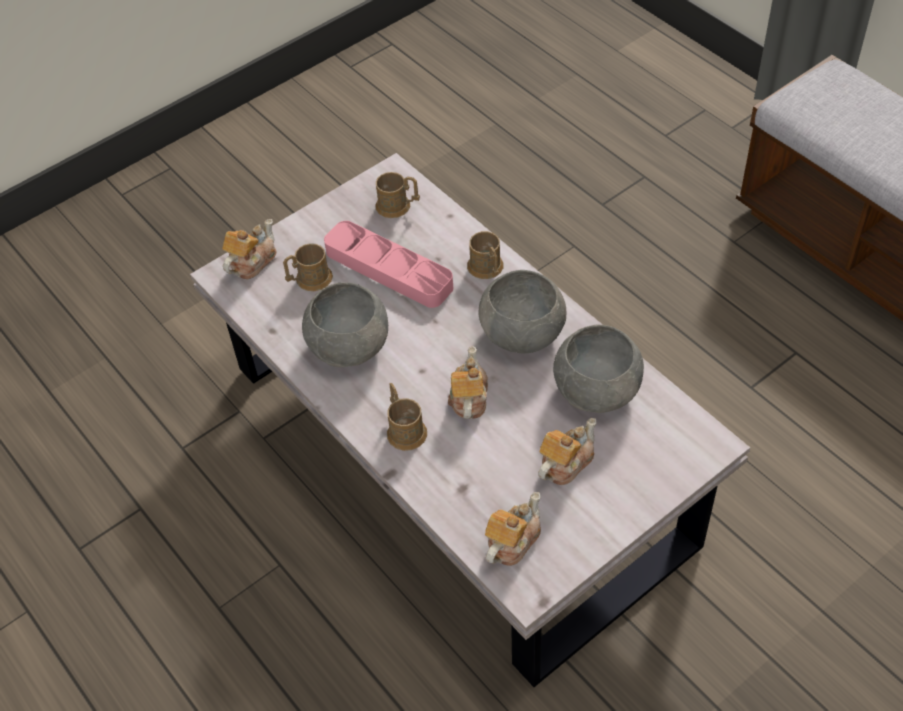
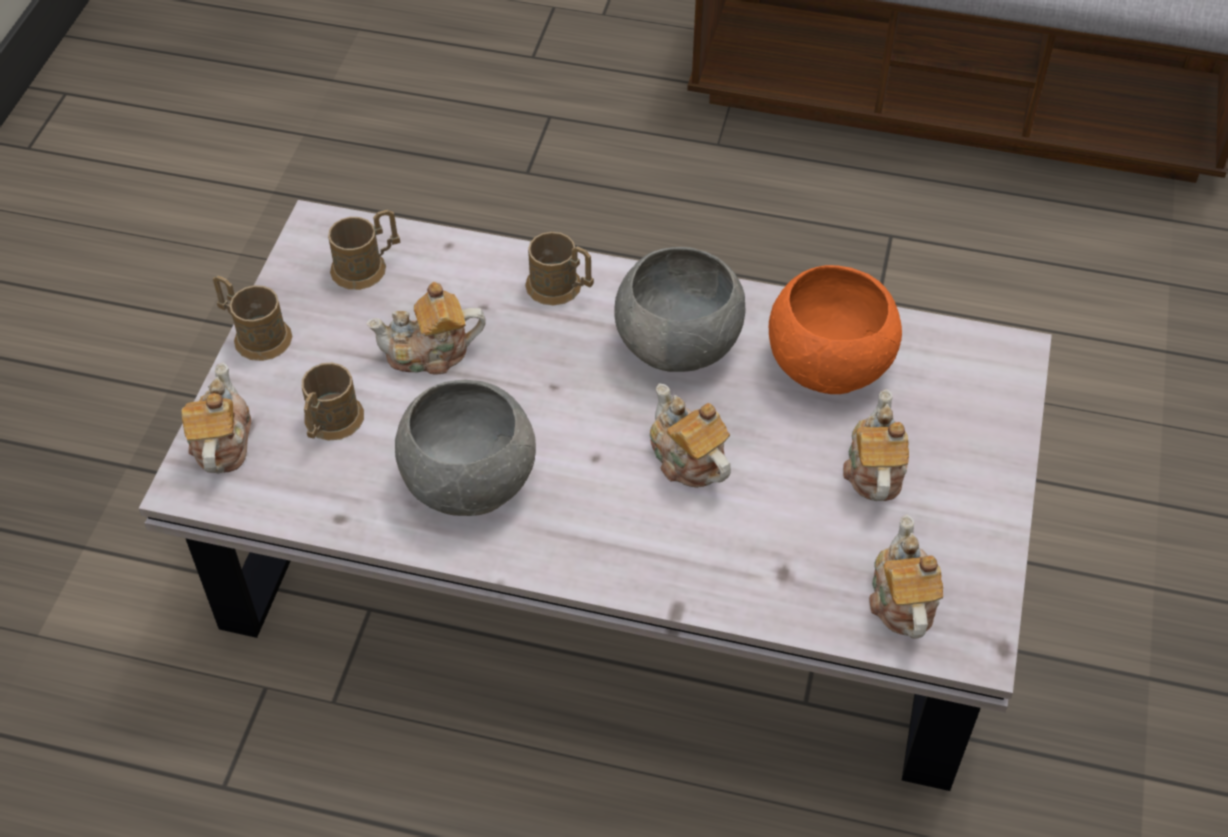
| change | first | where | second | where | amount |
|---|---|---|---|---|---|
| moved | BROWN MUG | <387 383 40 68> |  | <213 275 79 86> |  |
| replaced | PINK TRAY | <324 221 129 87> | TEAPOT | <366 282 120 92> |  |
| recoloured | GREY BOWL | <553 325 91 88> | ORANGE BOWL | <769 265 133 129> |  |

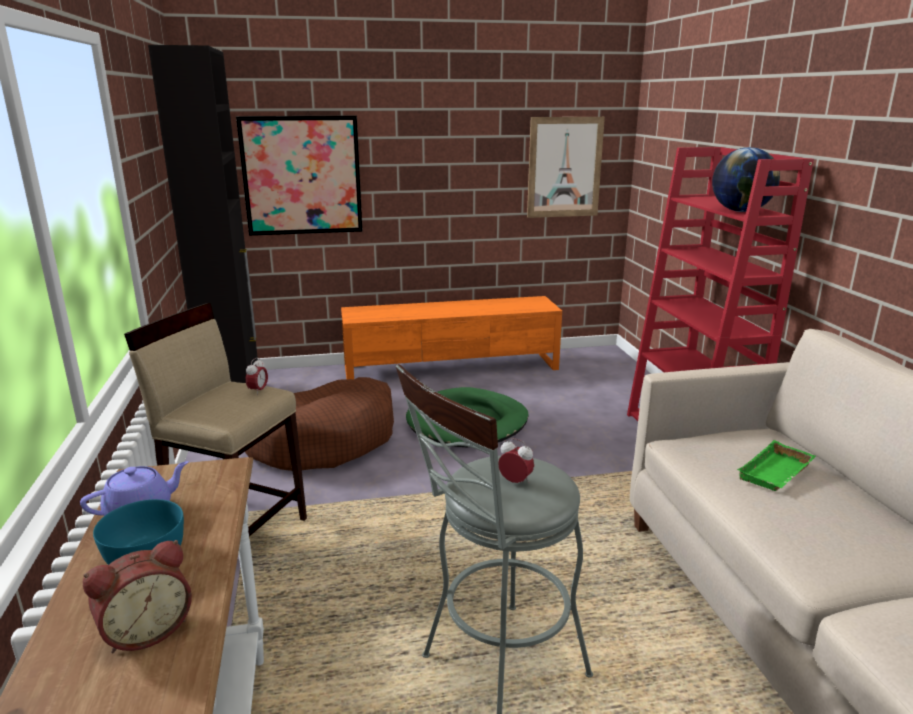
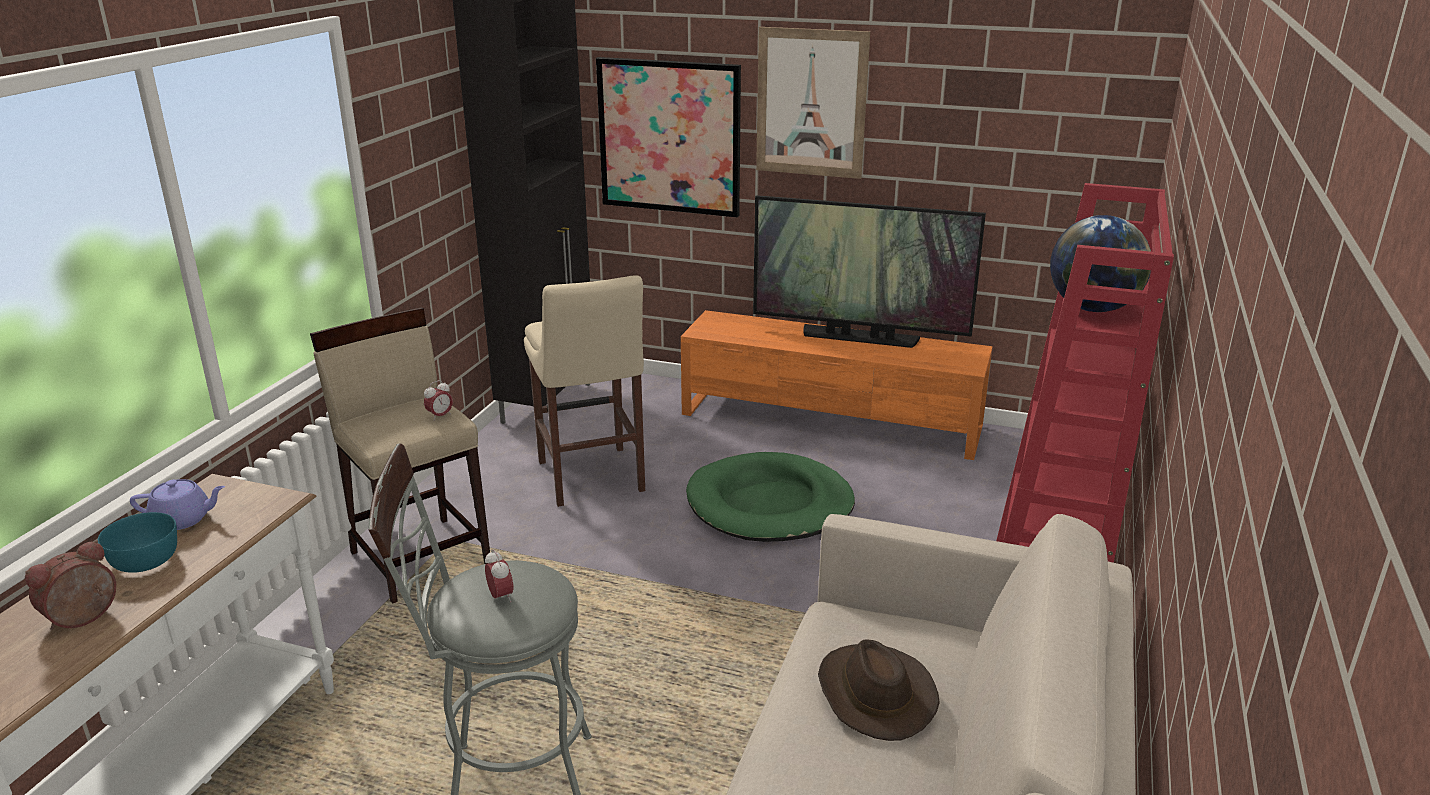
| change | first | where | second | where | amount |
|---|---|---|---|---|---|
| added |  |  | TELEVISION | <753 195 233 153> |  |
| moved | PICTURE | <527 117 78 101> |  | <756 27 114 152> |  |
| replaced | BROWN DOG BED | <245 377 149 94> | BEIGE STOOL | <524 275 121 232> |  |
| replaced | GREEN TRAY | <737 440 79 51> | BROWN HAT | <818 639 122 102> |  |
| turned | ALARM CLOCK | <82 540 110 113> |  | <25 540 92 90> | 135 degrees clockwise |

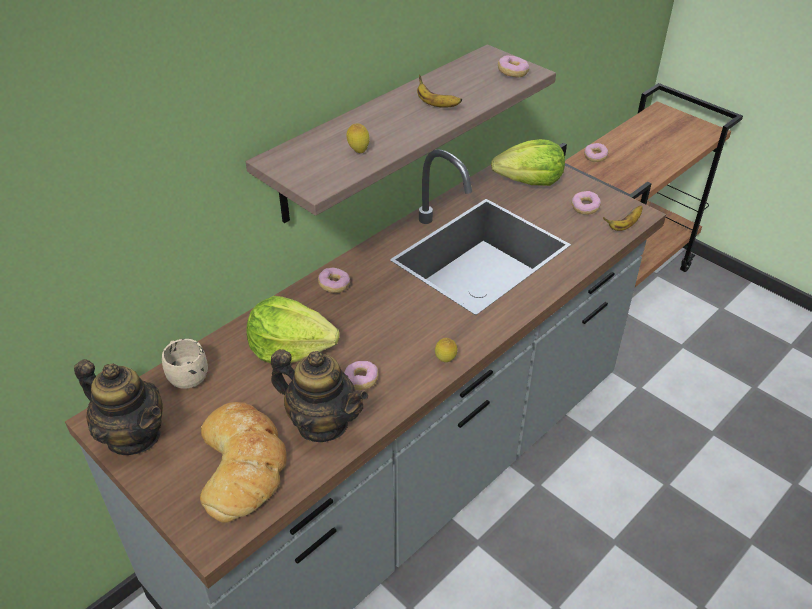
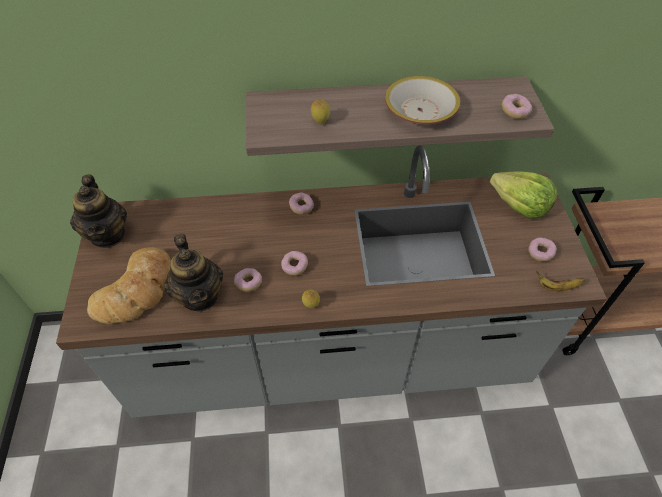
| change | first | where | second | where | amount |
|---|---|---|---|---|---|
| removed | BEIGE MUG | <162 339 46 50> |  |  |  |
| removed | LETTUCE | <246 296 94 67> |  |  |  |
| moved | DONUT | <584 143 24 19> |  | <281 251 27 25> |  |
| replaced | BANANA | <417 75 45 33> | BOWL | <385 76 75 48> |  |

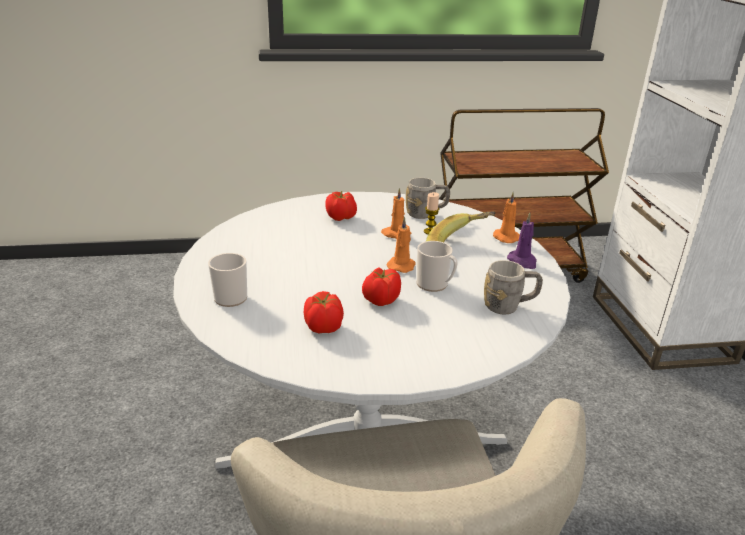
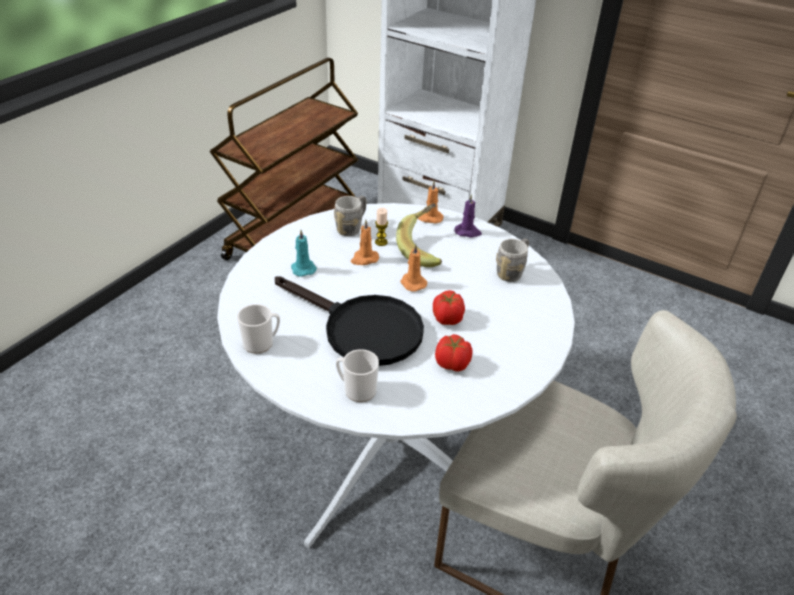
| change | first | where | second | where | amount |
|---|---|---|---|---|---|
| added |  |  | BLACK FRYING PAN | <275 277 149 89> |  |
| moved | MUG | <417 241 41 51> |  | <237 304 43 50> |  |
| replaced | TOMATO | <326 191 31 30> | TURQUOISE CANDLE | <291 230 26 47> |  |

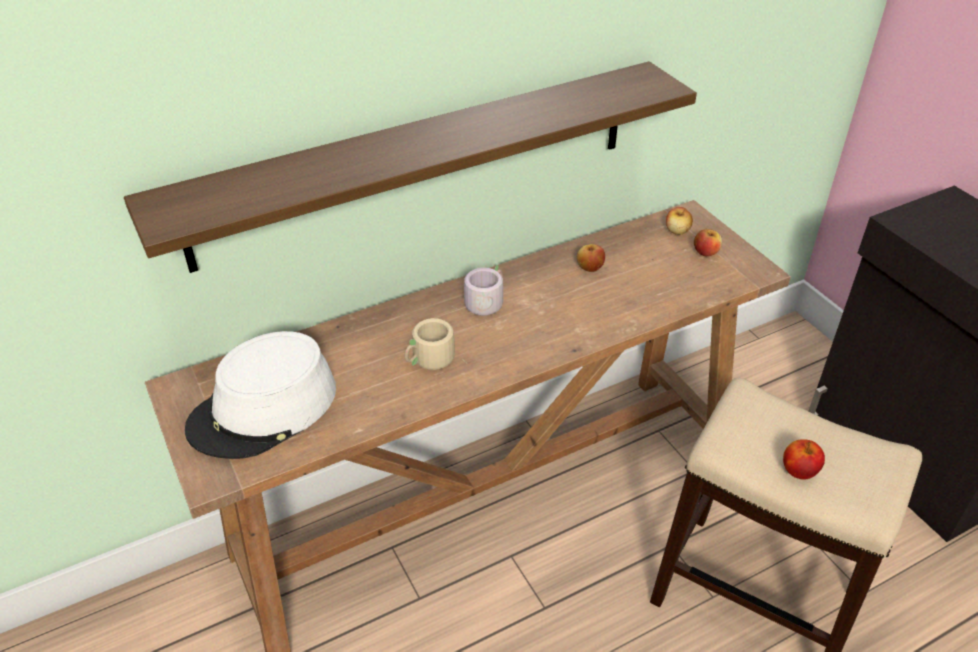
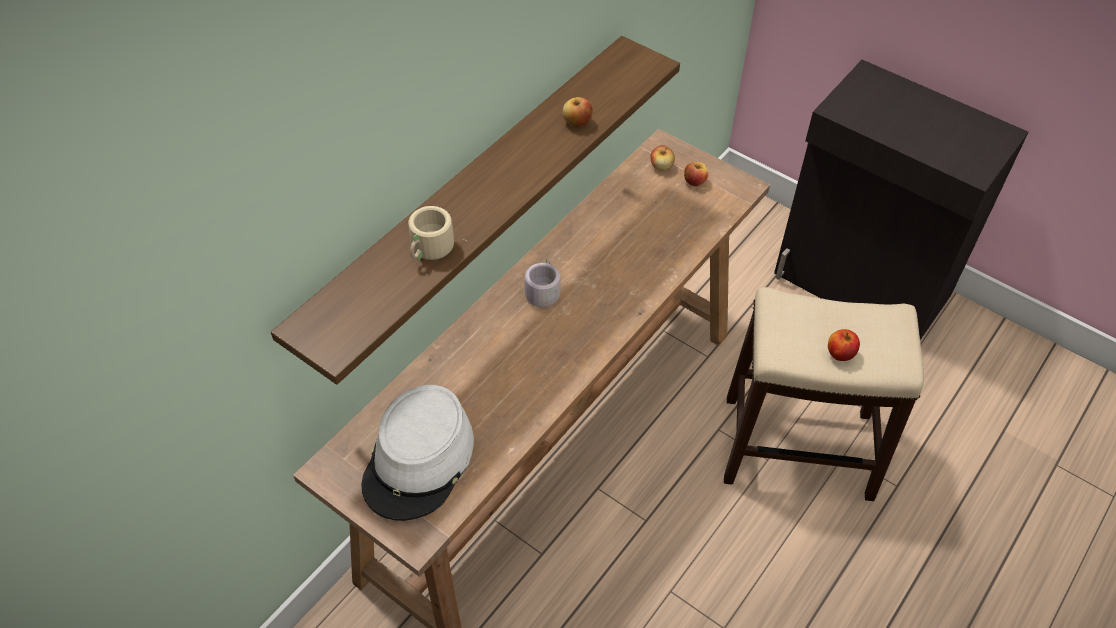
| change | first | where | second | where | amount |
|---|---|---|---|---|---|
| moved | BEIGE MUG | <405 318 50 52> |  | <409 206 59 55> |  |
| moved | APPLE | <577 244 28 28> |  | <562 97 31 30> |  |

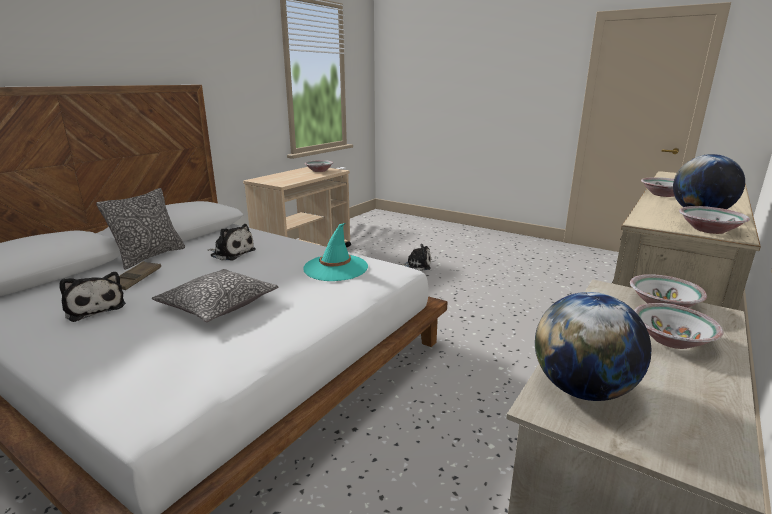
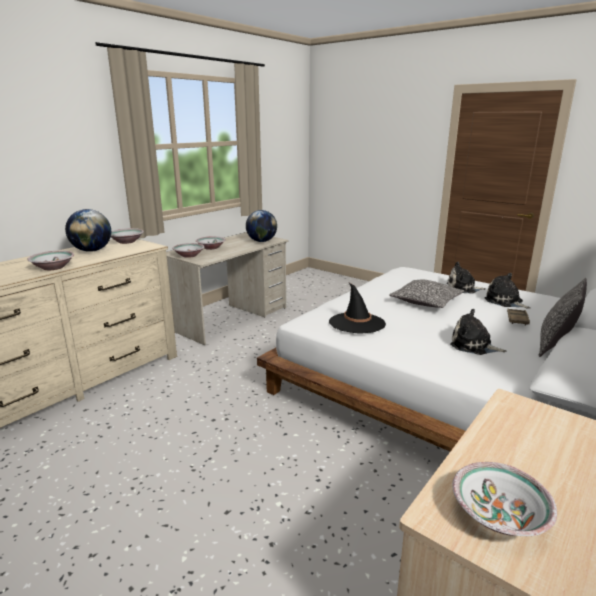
| change | first | where | second | where | amount |
|---|---|---|---|---|---|
| moved | PLUSH TOY | <401 244 30 27> |  | <447 262 39 31> |  |
| recoloured | TURQUOISE HAT | <304 223 64 58> | BLACK HAT | <329 283 57 50> |  |

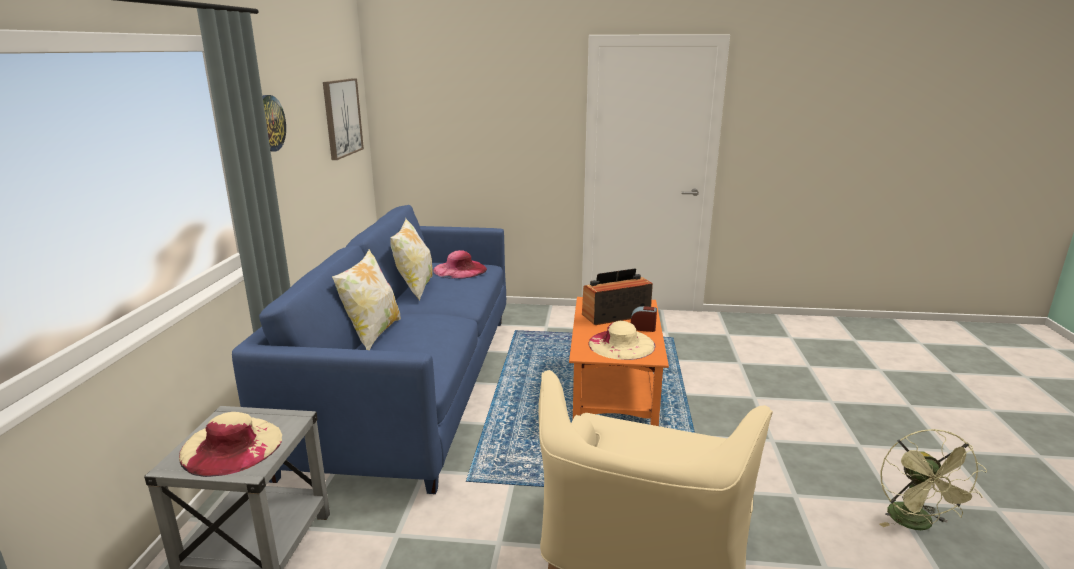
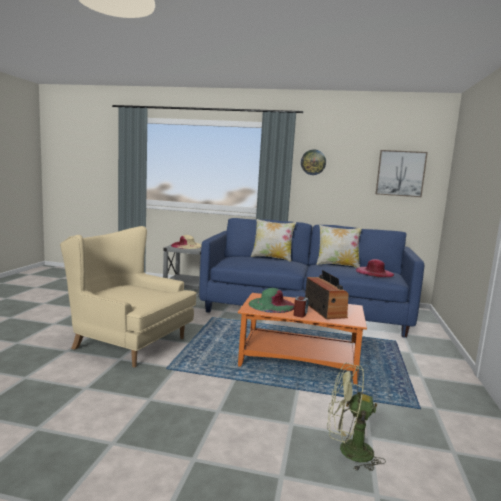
| change | first | where | second | where | amount |
|---|---|---|---|---|---|
| moved | GREEN FAN | <880 429 107 101> |  | <327 363 59 108> |  |
| recoloured | BEIGE HAT | <588 321 67 39> | GREEN HAT | <249 288 45 25> |  |

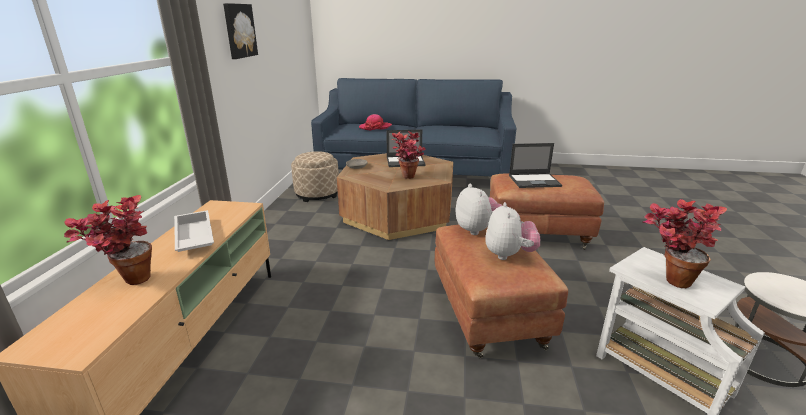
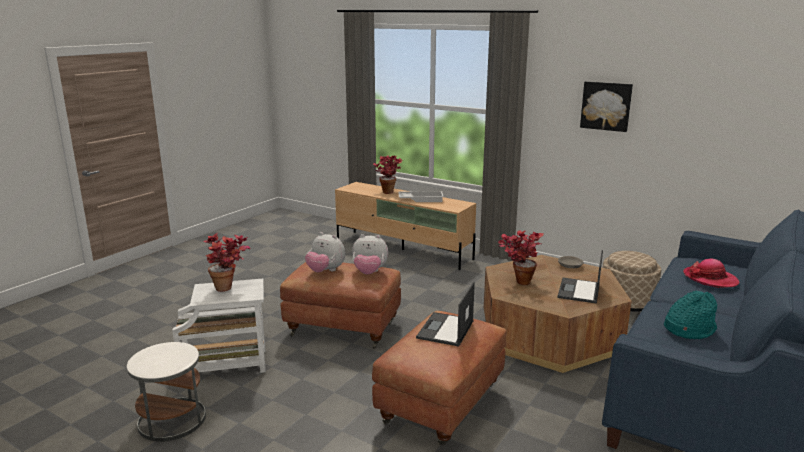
| change | first | where | second | where | amount |
|---|---|---|---|---|---|
| added |  |  | TURQUOISE HAT | <664 291 54 48> |  |

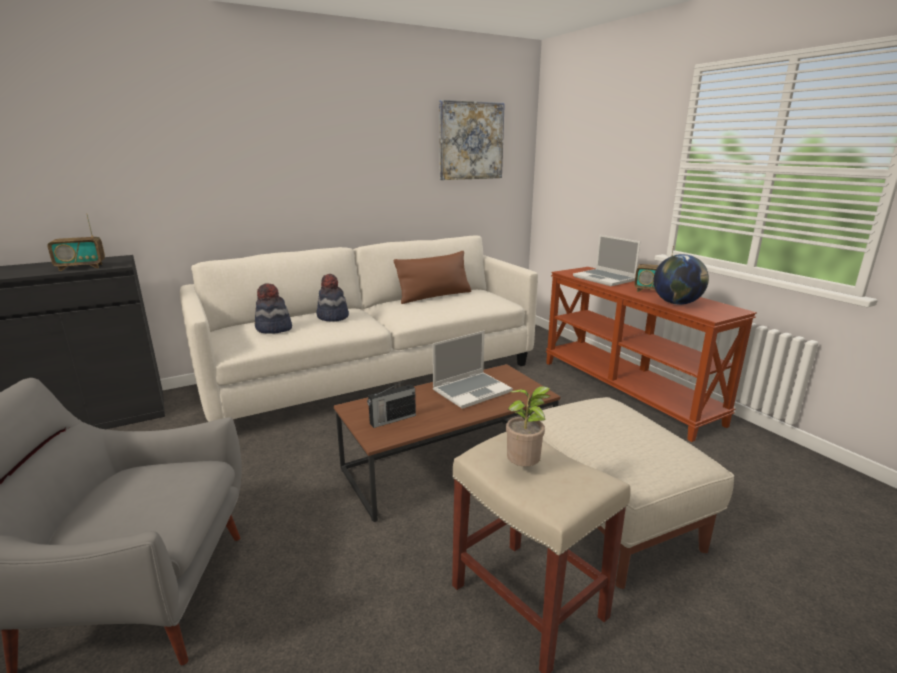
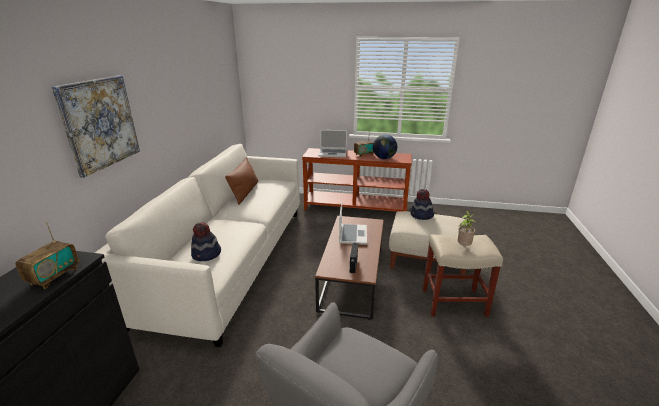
| change | first | where | second | where | amount |
|---|---|---|---|---|---|
| moved | HAT | <316 274 33 48> |  | <410 189 24 31> |  |
| moved | PICTURE | <439 100 66 80> |  | <52 75 88 103> |  |

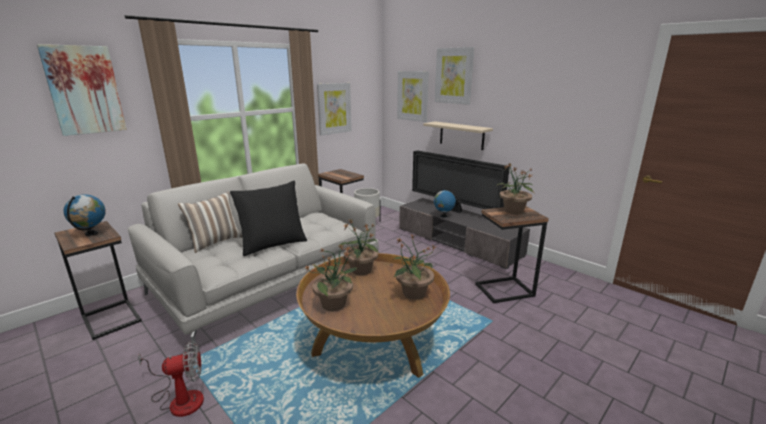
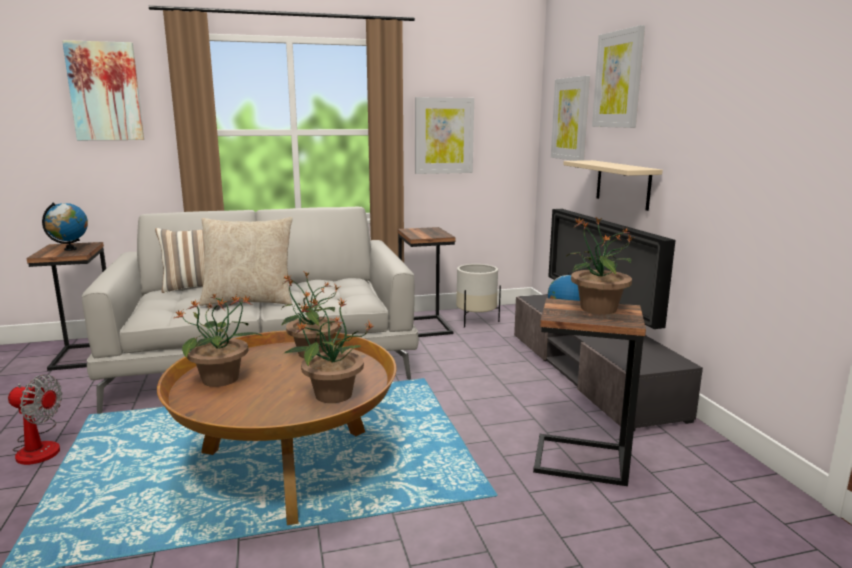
| change | first | where | second | where | amount |
|---|---|---|---|---|---|
| recoloured | BLACK PILLOW | <230 181 77 75> | BEIGE PILLOW | <199 217 94 89> |  |

